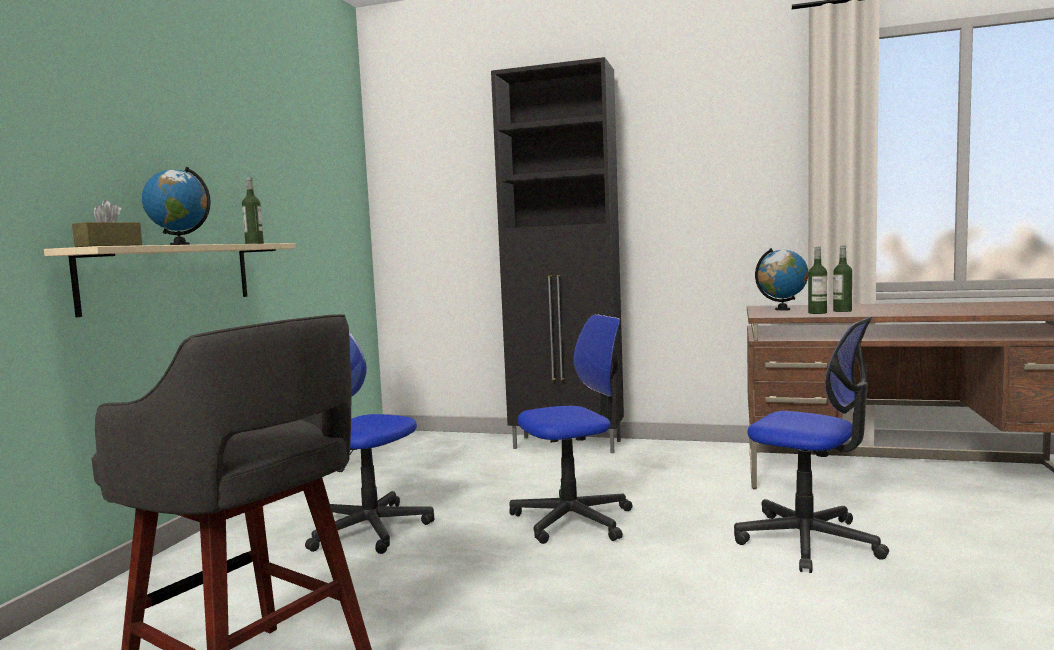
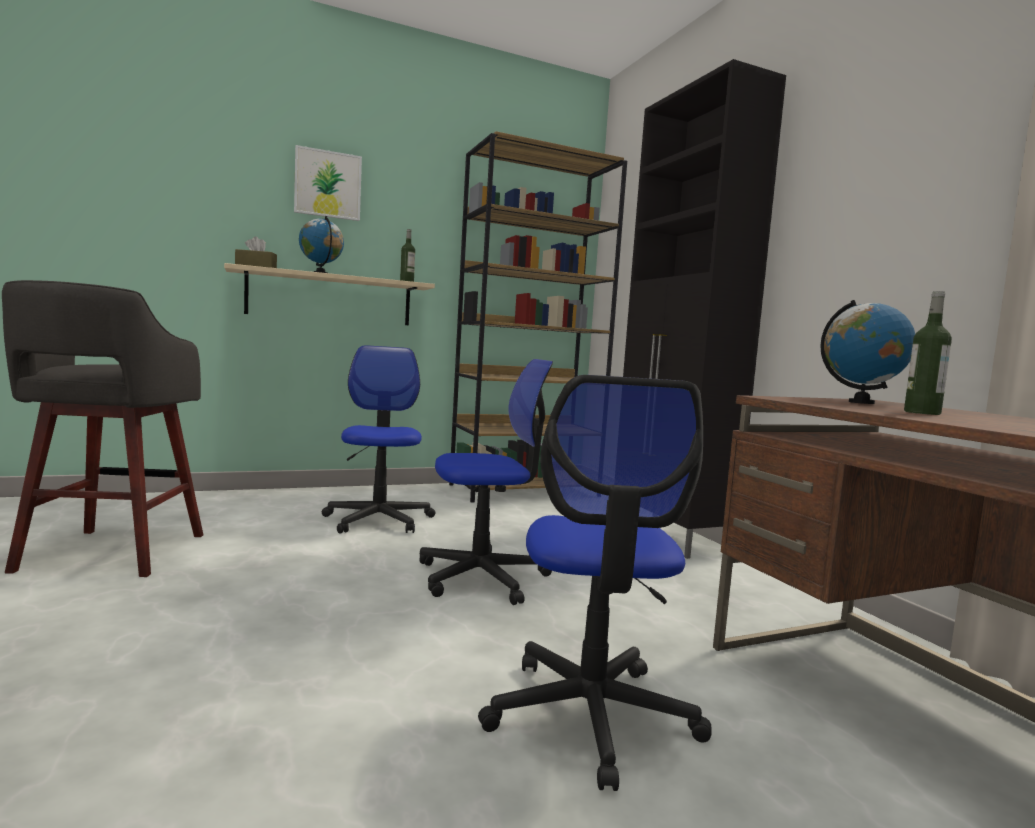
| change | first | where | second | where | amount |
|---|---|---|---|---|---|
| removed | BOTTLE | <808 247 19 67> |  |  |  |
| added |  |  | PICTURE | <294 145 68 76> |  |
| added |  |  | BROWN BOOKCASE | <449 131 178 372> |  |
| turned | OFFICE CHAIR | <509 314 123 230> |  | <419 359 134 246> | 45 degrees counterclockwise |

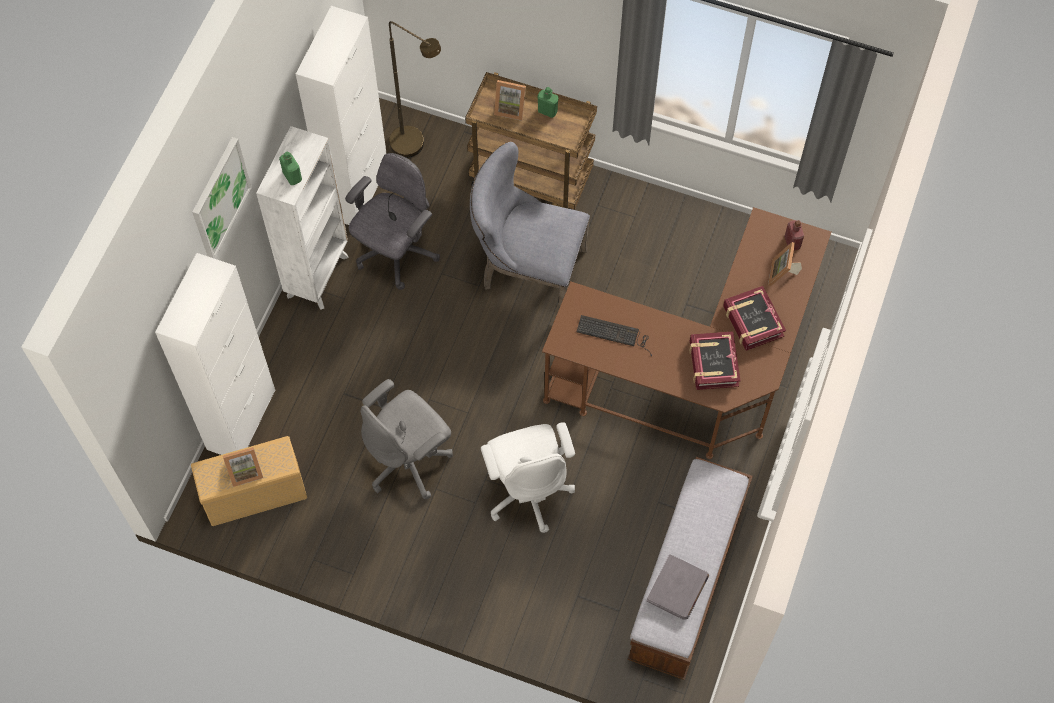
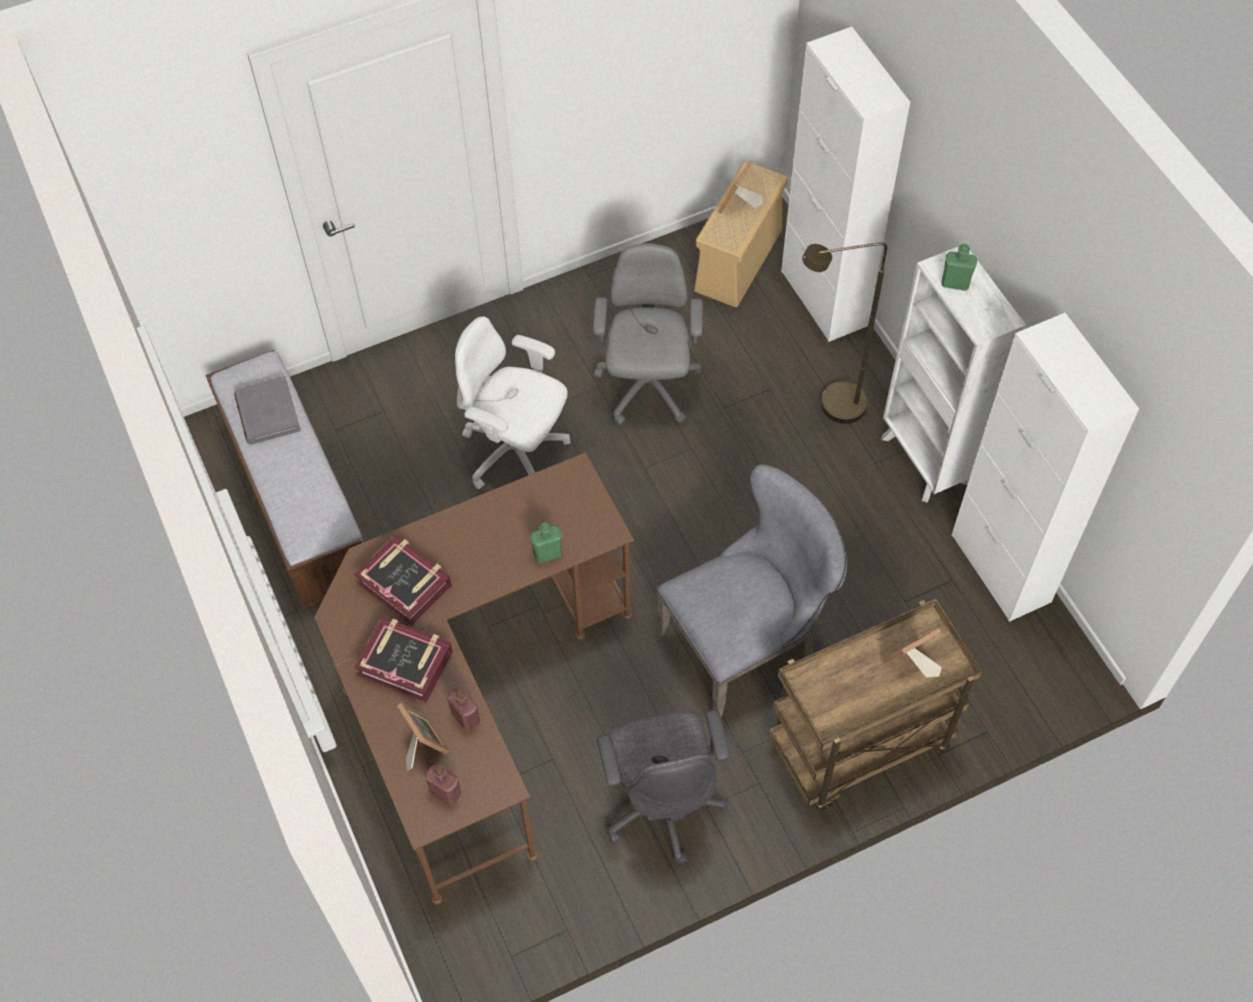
| change | first | where | second | where | amount |
|---|---|---|---|---|---|
| removed | PICTURE | <192 137 60 122> |  |  |  |
| removed | KEYBOARD | <576 315 76 41> |  |  |  |
| added |  |  | RED BOTTLE | <448 687 32 44> |  |
| moved | GREY OFFICE CHAIR | <345 153 95 137> |  | <597 710 133 154> |  |
| moved | BROWN FLOOR LAMP | <389 21 52 137> |  | <802 243 85 181> |  |
| moved | GREEN BOTTLE | <538 87 21 31> |  | <530 522 32 41> |  |

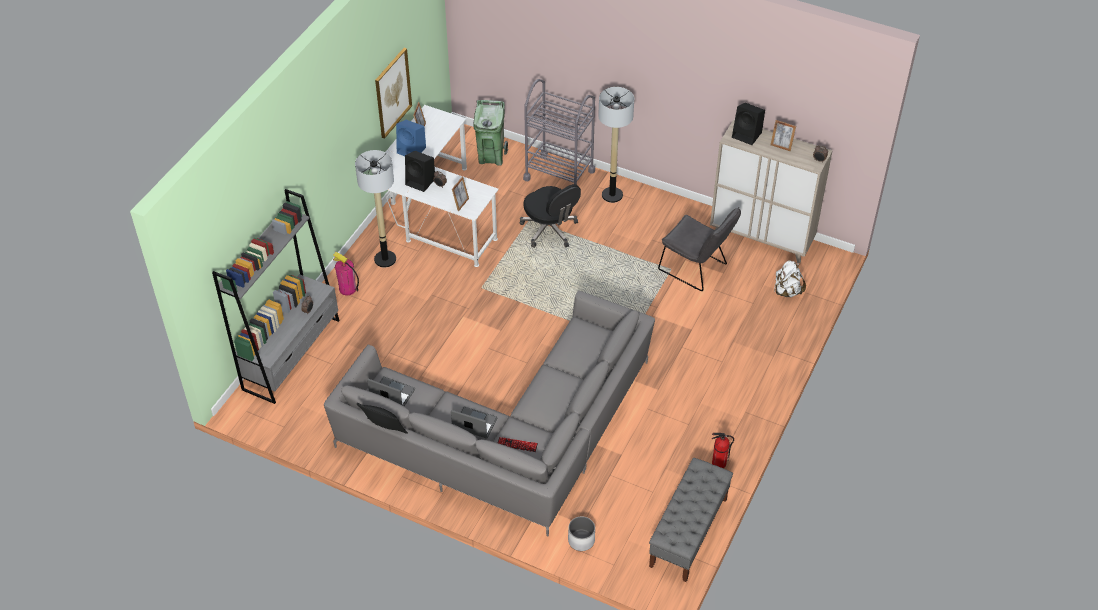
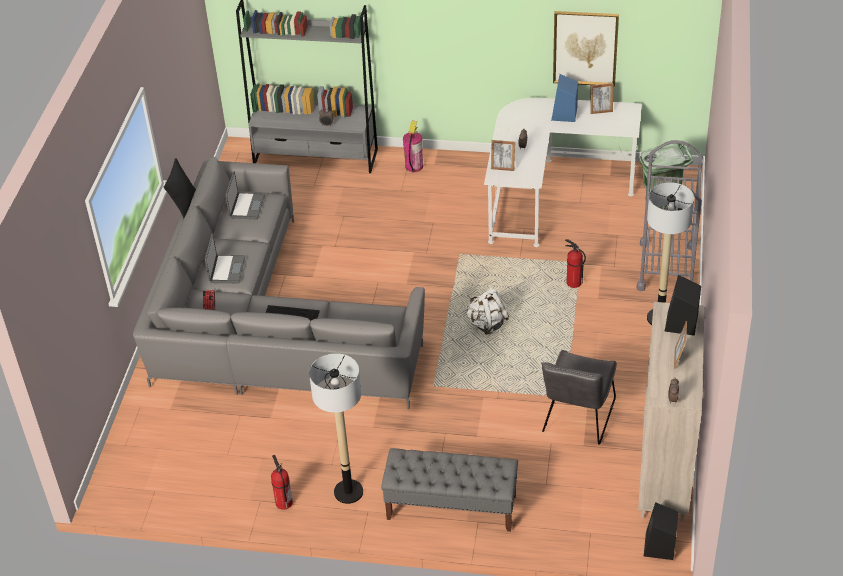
| change | first | where | second | where | amount |
|---|---|---|---|---|---|
| removed | WHITE PLANTER | <568 516 27 35> |  |  |  |
| added |  |  | KEYBOARD | <266 305 54 16> |  |
| moved | FLOOR LAMP | <355 150 41 118> |  | <309 353 54 151> |  |
| moved | BLACK SPEAKER | <405 151 30 41> |  | <644 502 34 58> |  |
| moved | GREY BENCH | <649 458 84 124> |  | <381 448 137 84> |  |
| moved | WHITE BACKPACK | <774 260 32 37> |  | <466 288 43 47> |  |
| replaced | BLACK OFFICE CHAIR | <520 184 61 64> | FIRE EXTINGUISHER | <565 239 21 49> |  |

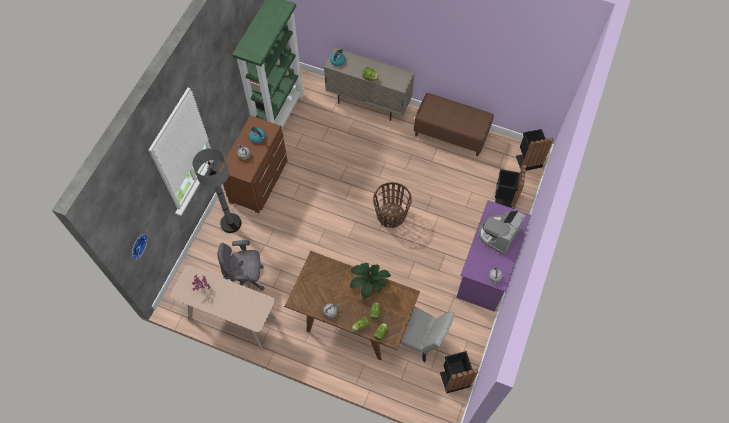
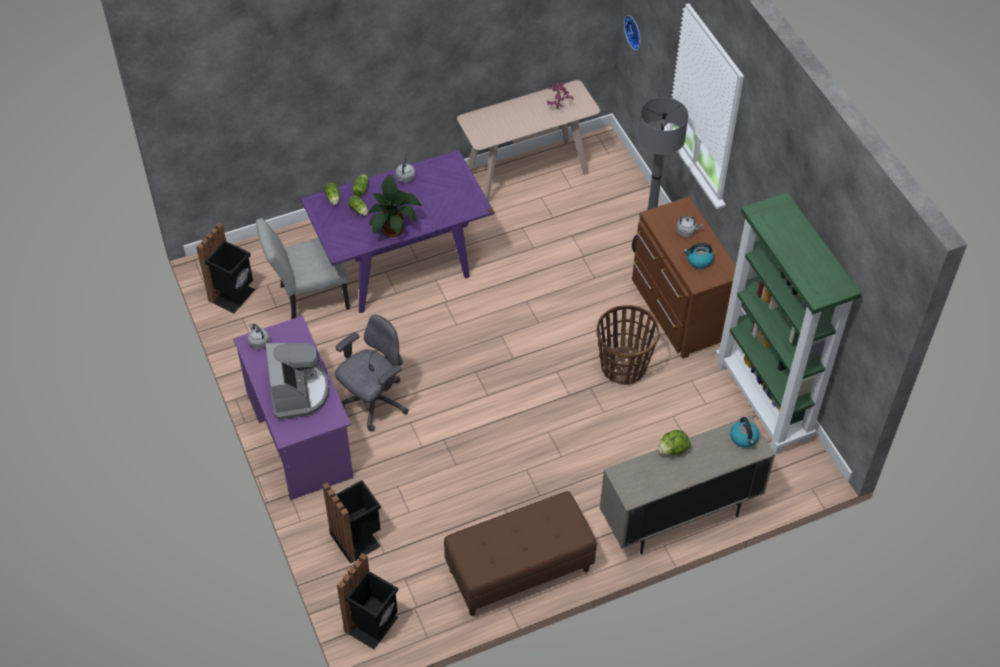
| change | first | where | second | where | amount |
|---|---|---|---|---|---|
| moved | GREY OFFICE CHAIR | <217 240 48 51> |  | <335 315 74 117> |  |
| moved | BASKET | <373 182 39 46> |  | <596 305 64 80> |  |
| recoloured | BROWN DINING TABLE | <284 251 136 109> | PURPLE DINING TABLE | <301 150 193 163> |  |

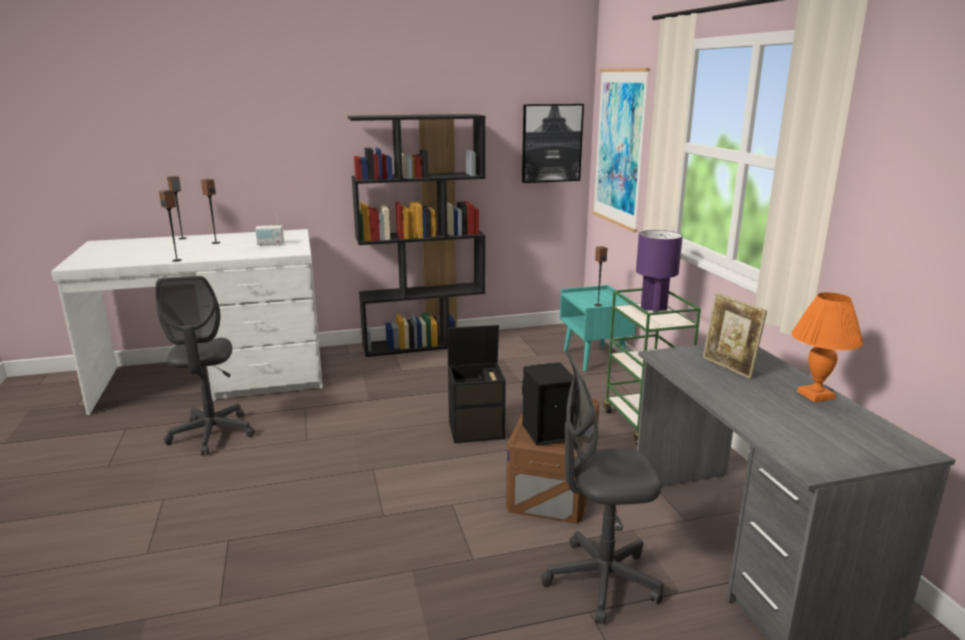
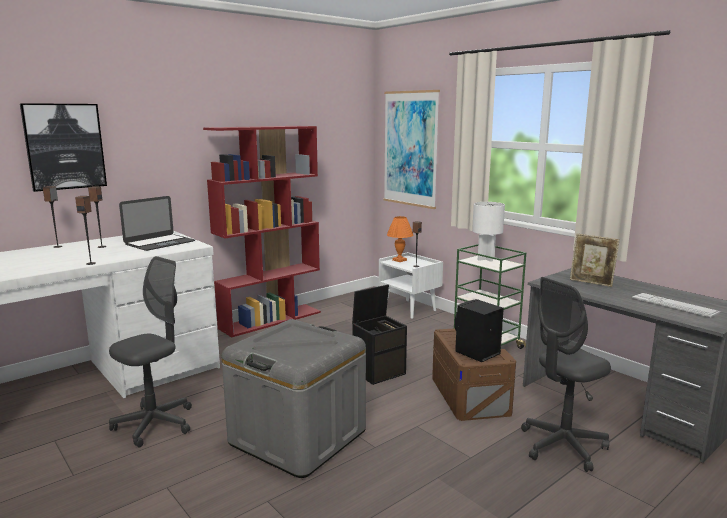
| change | first | where | second | where | amount |
|---|---|---|---|---|---|
| added |  |  | GREY STORAGE BOX | <222 319 144 159> |  |
| added |  |  | KEYBOARD | <632 293 88 24> |  |
| moved | PICTURE | <522 104 62 79> |  | <20 103 87 89> |  |
| moved | ORANGE TABLE LAMP | <791 292 72 110> |  | <387 216 27 46> |  |
| replaced | RADIO | <255 212 29 34> | LAPTOP | <119 196 76 55> |  |
| recoloured | BLACK BOOKCASE | <348 114 138 243> | RED BOOKCASE | <203 126 118 212> |  |
| recoloured | TURQUOISE NIGHTSTAND | <560 285 77 86> | WHITE NIGHTSTAND | <379 252 64 67> |  |
| recoloured | PURPLE TABLE LAMP | <636 230 47 82> | WHITE TABLE LAMP | <472 202 33 60> |  |
| turned | GREY OFFICE CHAIR | <156 276 99 180> |  | <109 256 83 192> | 105 degrees counterclockwise |

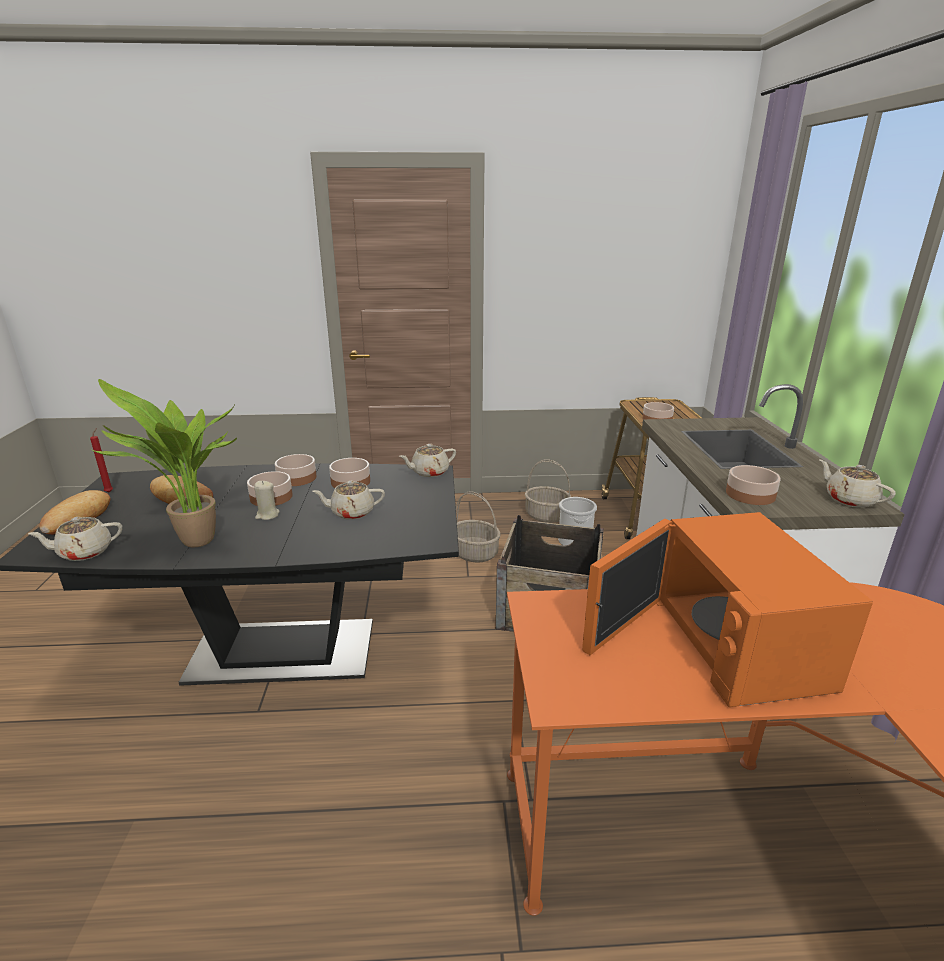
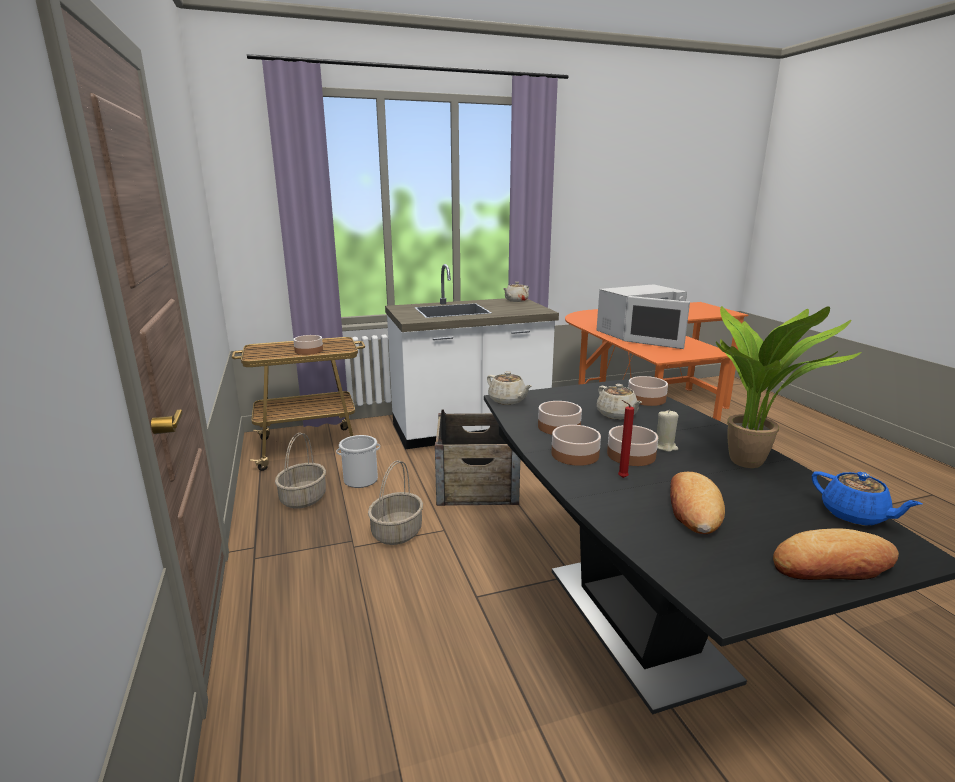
| change | first | where | second | where | amount |
|---|---|---|---|---|---|
| moved | RED CANDLE | <90 428 23 64> |  | <618 400 16 78> |  |
| moved | BOWL | <726 465 55 40> |  | <628 376 40 30> |  |
| recoloured | BEIGE TEAPOT | <28 517 95 44> | BLUE TEAPOT | <812 471 110 55> |  |
| recoloured | ORANGE MICROWAVE | <582 512 291 195> | WHITE MICROWAVE | <597 284 93 65> |  |

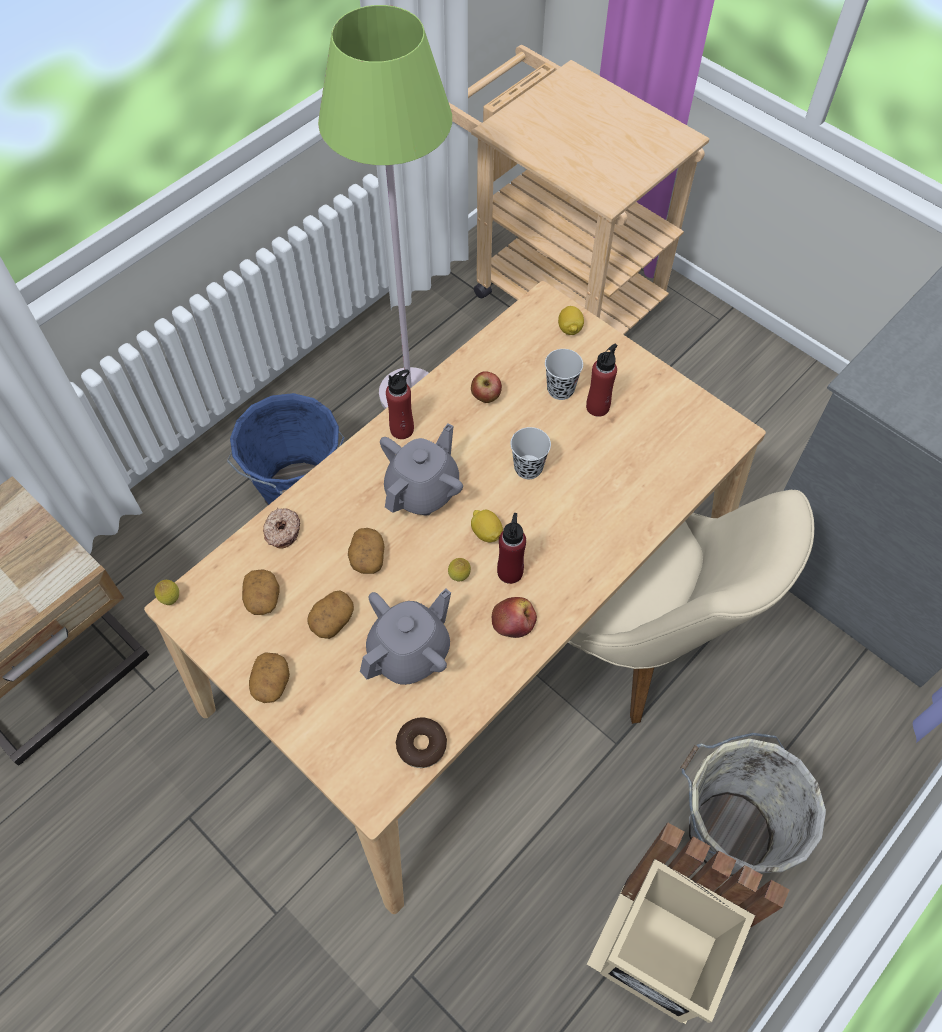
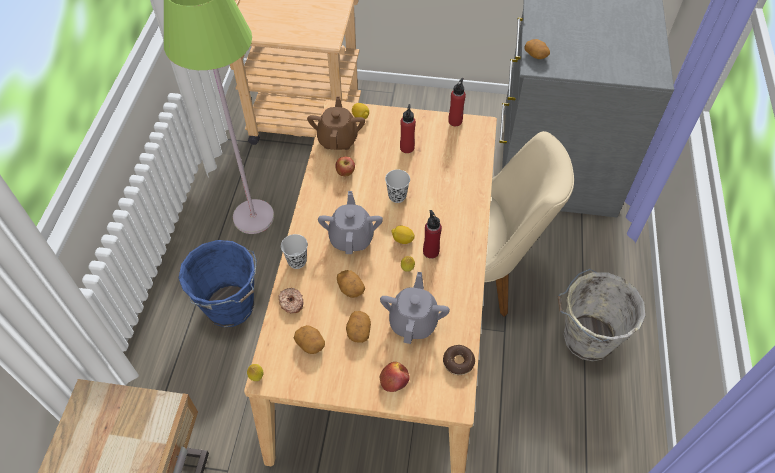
| change | first | where | second | where | amount |
|---|---|---|---|---|---|
| removed | BEIGE TRASH CAN | <587 822 202 202> |  |  |  |
| added |  |  | BROWN TEAPOT | <307 96 58 54> |  |
| moved | POTATO | <249 652 41 51> |  | <525 39 25 20> |  |
| moved | RED BOTTLE | <386 369 28 70> |  | <448 78 18 48> |  |
| moved | APPLE | <492 597 45 41> |  | <380 362 30 30> |  |
| moved | BLACK CUP | <545 349 38 51> |  | <281 234 27 35> |  |

